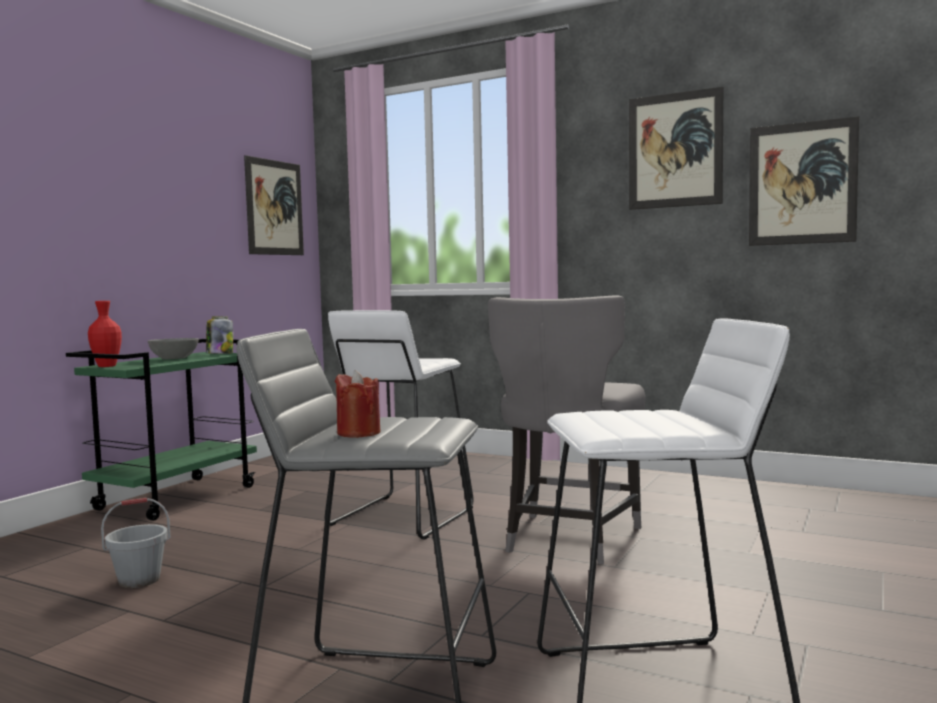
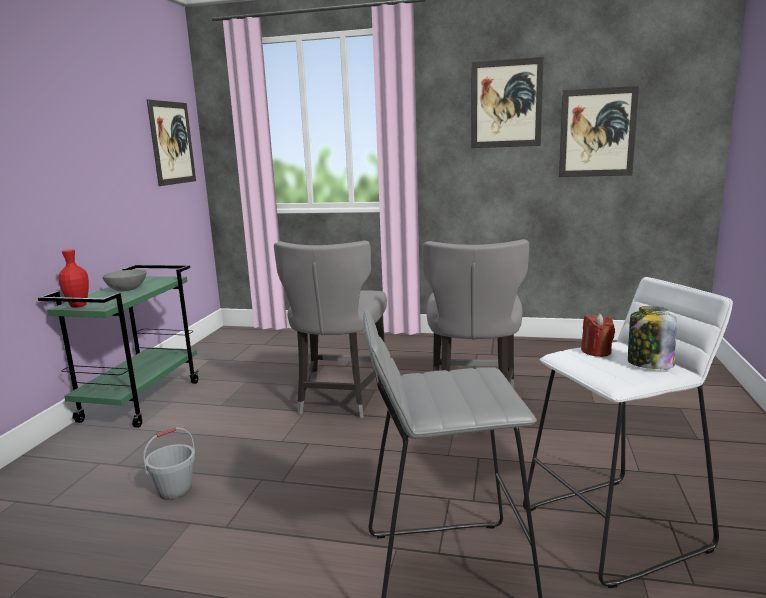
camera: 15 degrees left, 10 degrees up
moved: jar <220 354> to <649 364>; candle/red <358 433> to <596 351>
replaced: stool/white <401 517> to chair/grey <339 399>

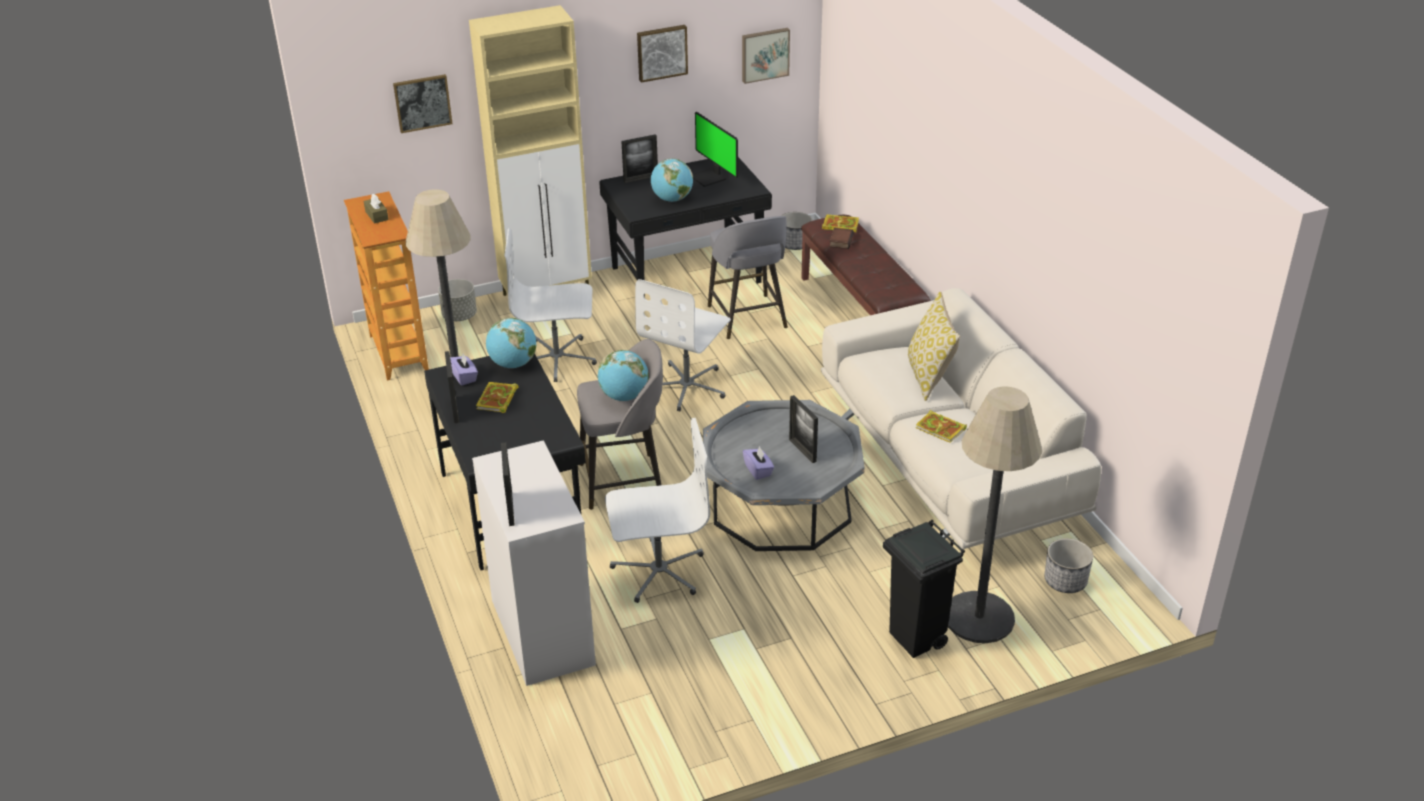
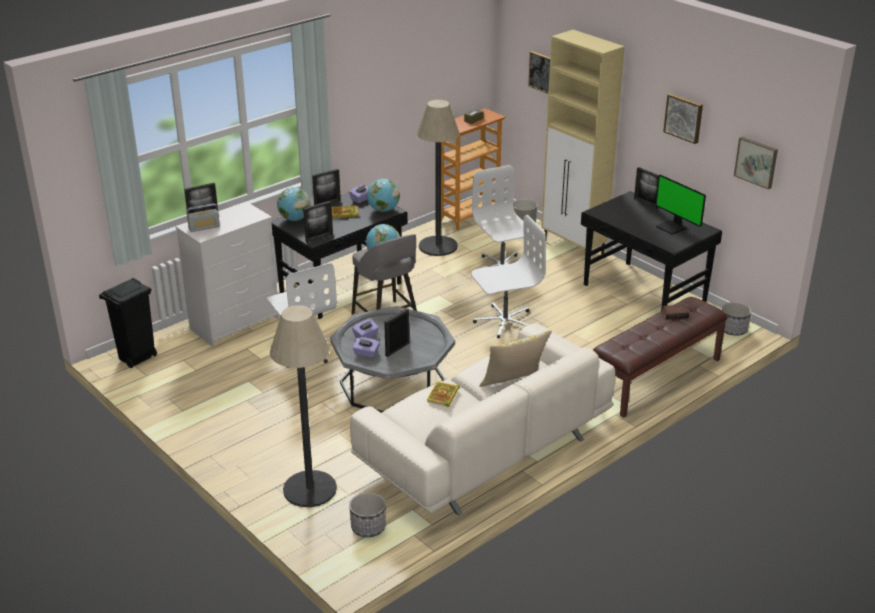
camera: 70 degrees right, 5 degrees down
removed: stool/grey <748 318>; book <839 225>
added: radio <204 227>; picture frame <319 238>; tissue box/purple <366 354>
moved: globe <672 199> to <294 219>; trash can/black <916 639> to <136 358>
turned: office chair/white <687 386> = <504 321> 150 degrees clockwise; monitor <710 177> = <672 227> 75 degrees counterclockwise

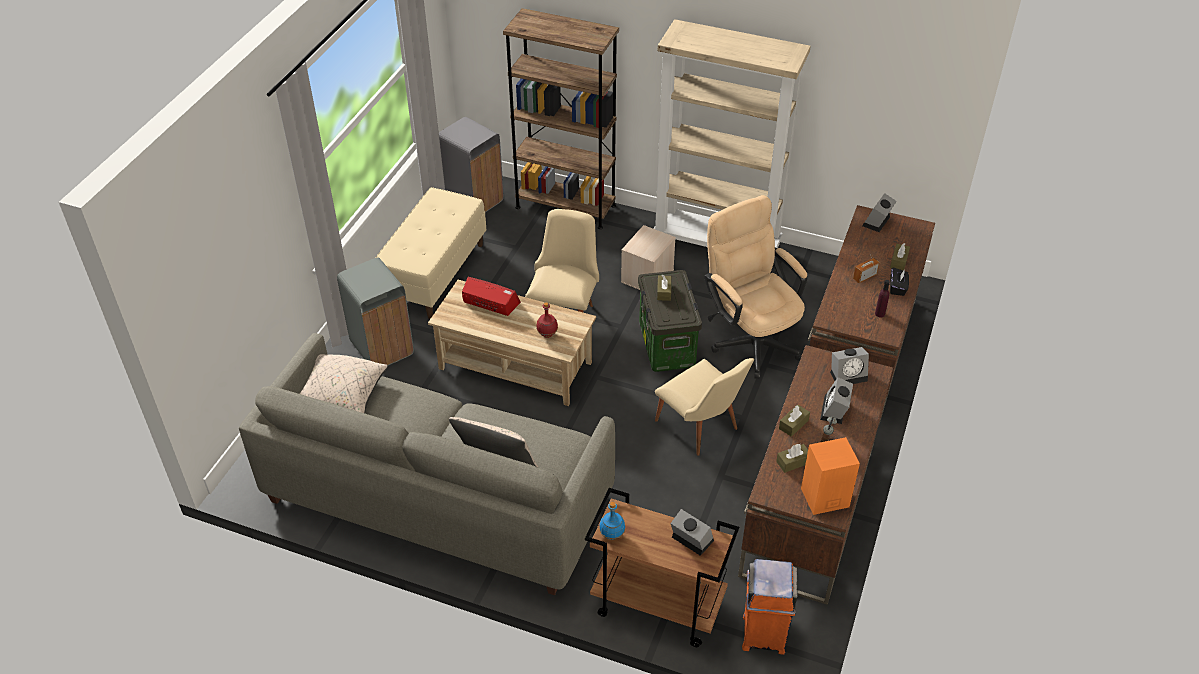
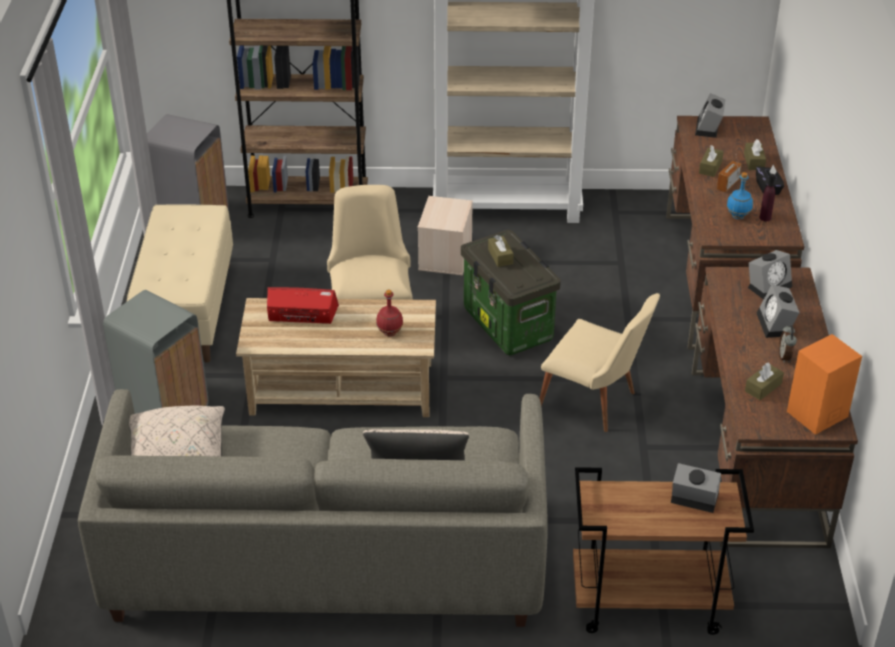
camera: 20 degrees left, 5 degrees down
removed: office chair/beige <750 338>; trash can/orange <764 633>
moved: bottle/blue <612 535> to <738 216>; tissue box/brown <793 424> to <710 167>

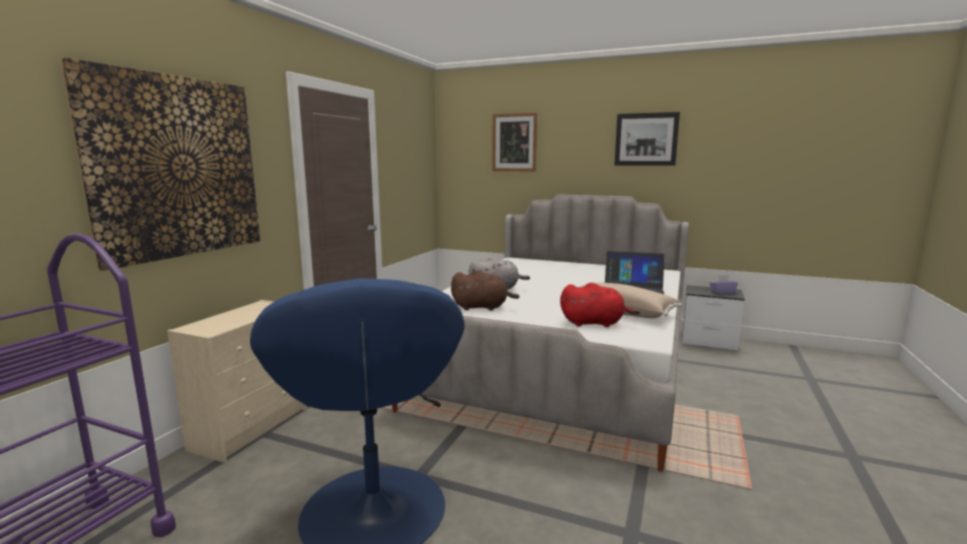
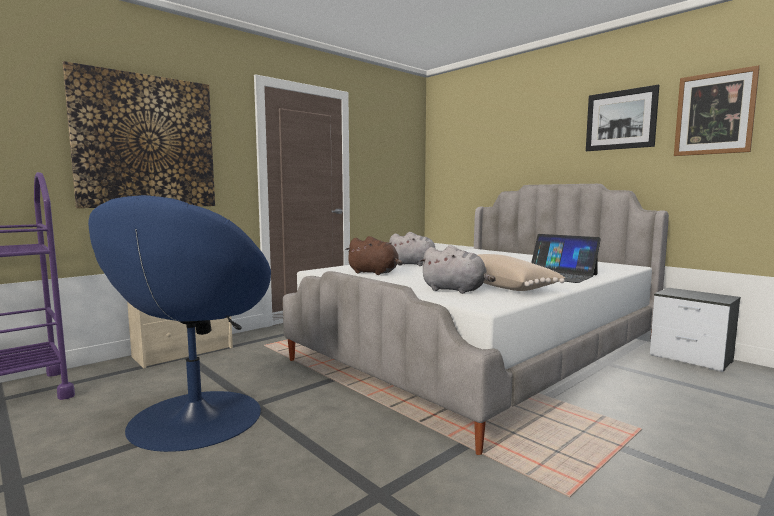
camera: 25 degrees right, 5 degrees down
removed: tissue box/purple <722 292>
moved: picture <514 142> to <714 113>
recoloured: plush toy/red <594 323> to plush toy/grey <456 290>

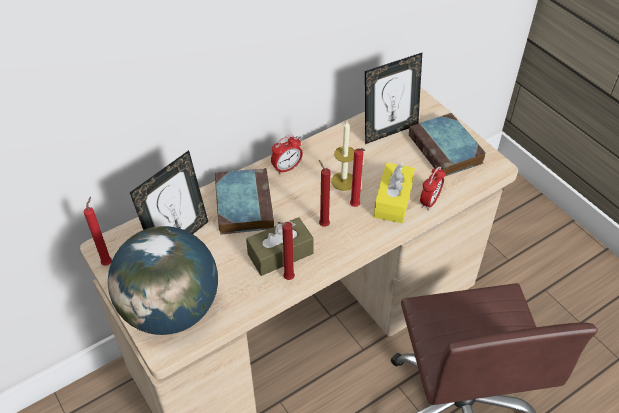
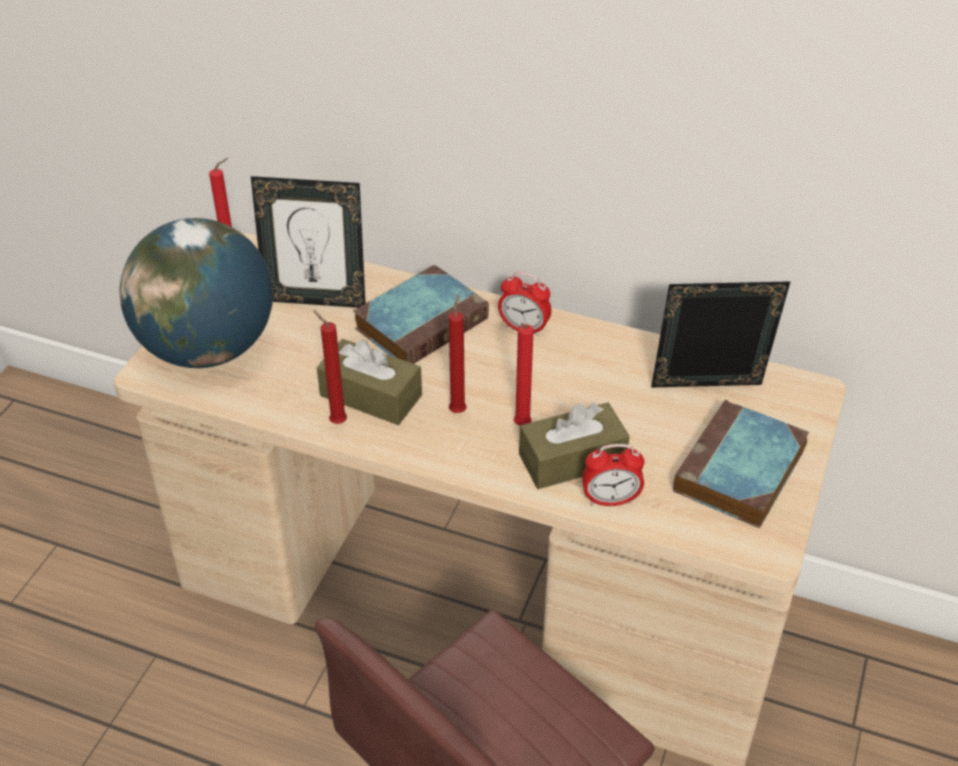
camera: 55 degrees right, 5 degrees down
removed: candle <343 181>
recoloured: tissue box/yellow <393 200> to tissue box/brown <572 459>
turned: picture frame <389 131> = <707 392> 150 degrees clockwise

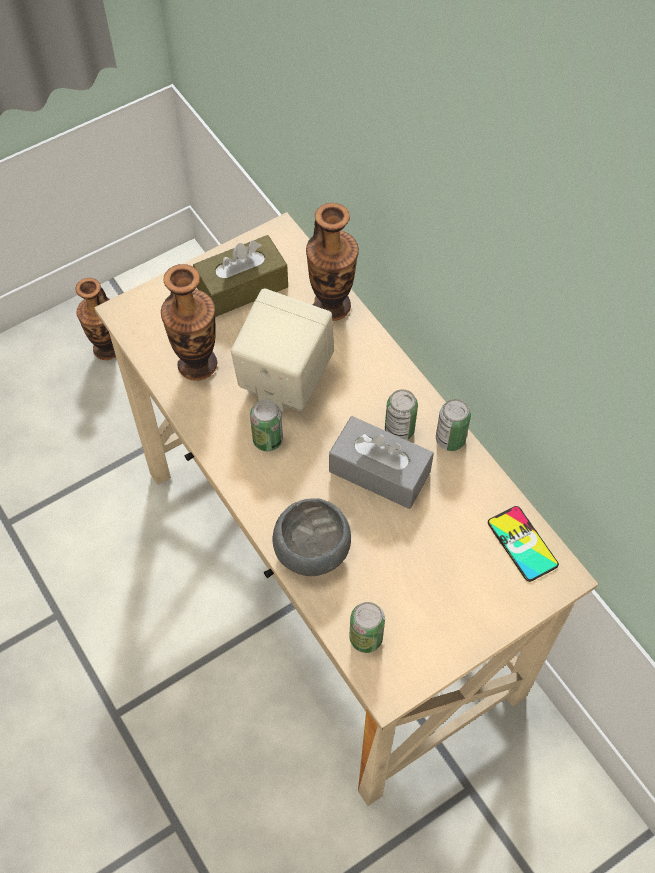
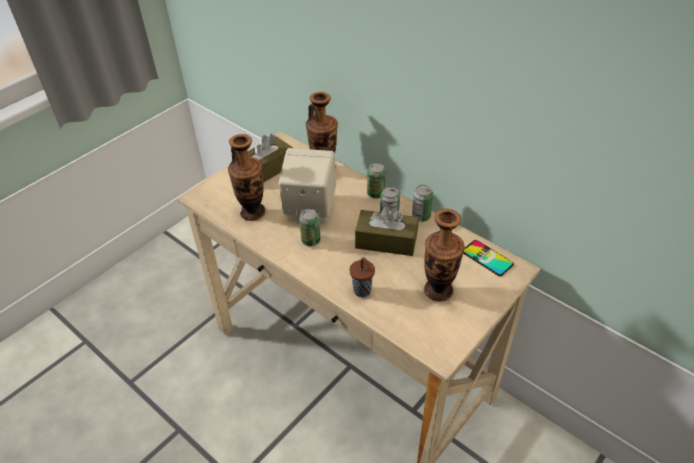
camera: 15 degrees left, 15 degrees down
moved: vase <107 349> to <438 291>; can <366 638> to <376 194>
replaced: bowl/grey <314 551> to cup/brown <363 291>
recoloured: tissue box/grey <379 471> to tissue box/brown <386 241>

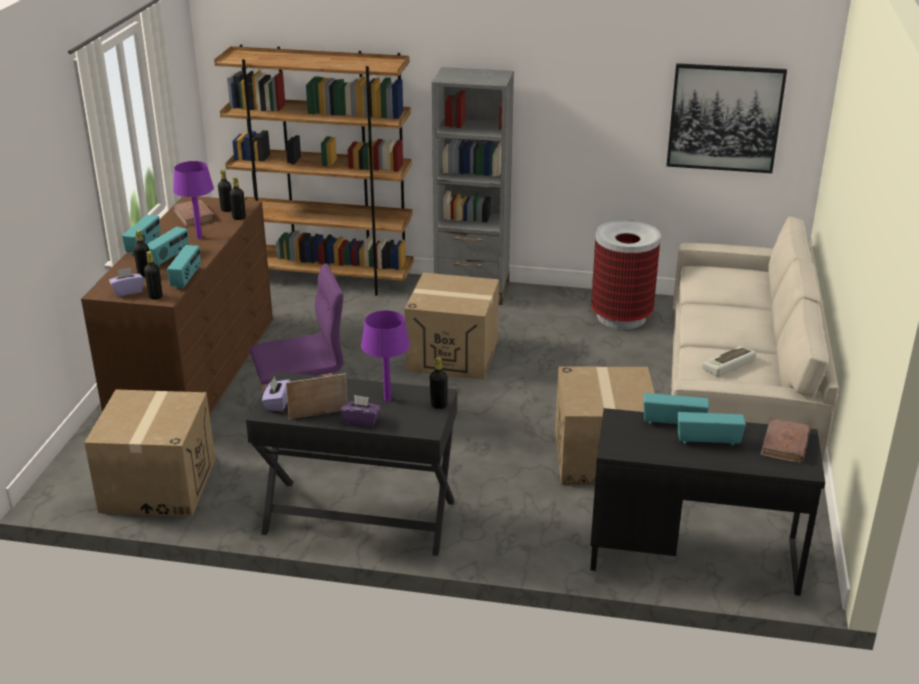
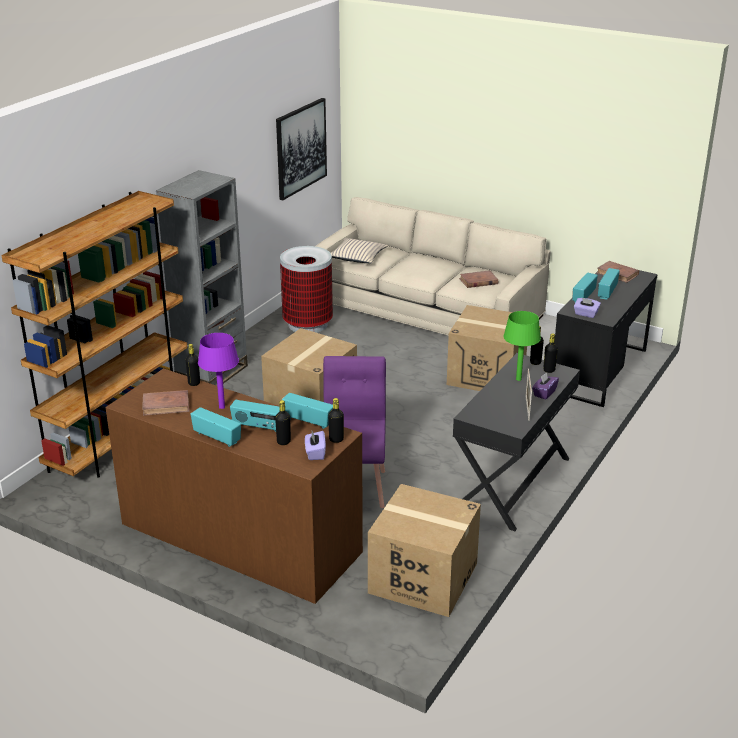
camera: 70 degrees left, 0 degrees up
added: pillow/beige <357 257>
moved: bottle/black <227 210> to <549 370>; tissue box/purple <277 403> to <586 314>
replaced: keyboard <729 365> to book/brown <478 281>
recoloured: table lamp/purple <387 399> to table lamp/green <519 379>
turned: radio <168 258> = <258 427> 150 degrees clockwise

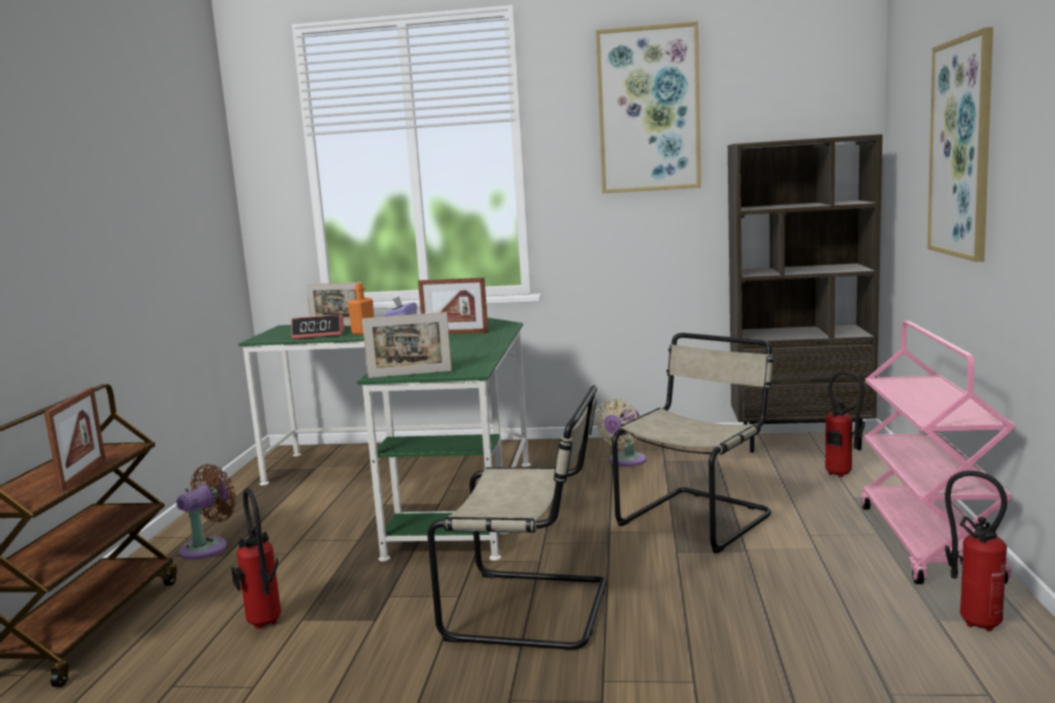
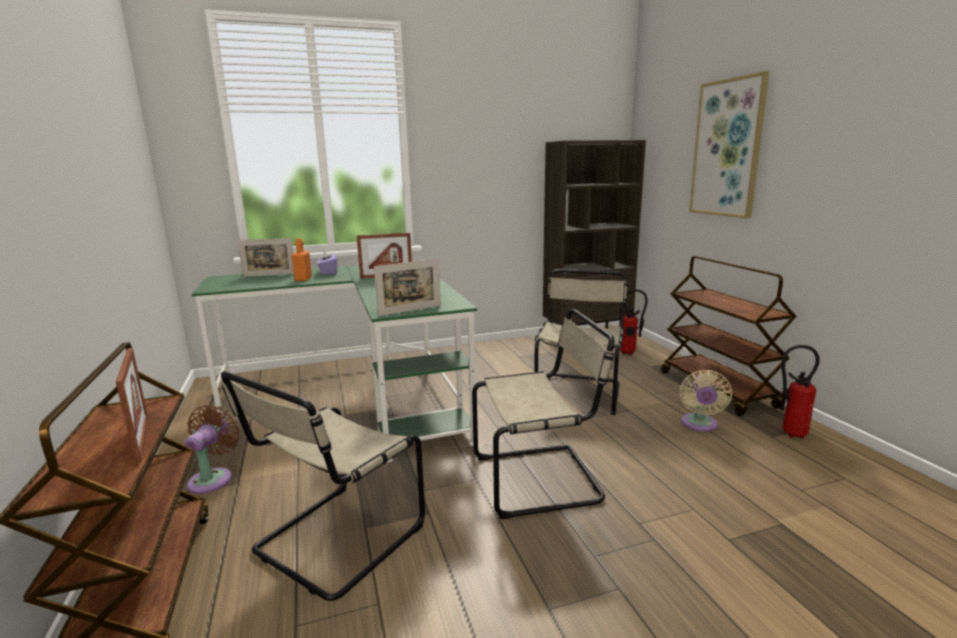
camera: 25 degrees left, 5 degrees up
removed: alarm clock <319 334>; picture <648 110>
moved: fan/beige <625 461> to <699 425>
replaced: fire extinguisher <264 625> to chair/beige <335 541>
recoloured: cart/pink <928 543> to cart/brown <717 389>

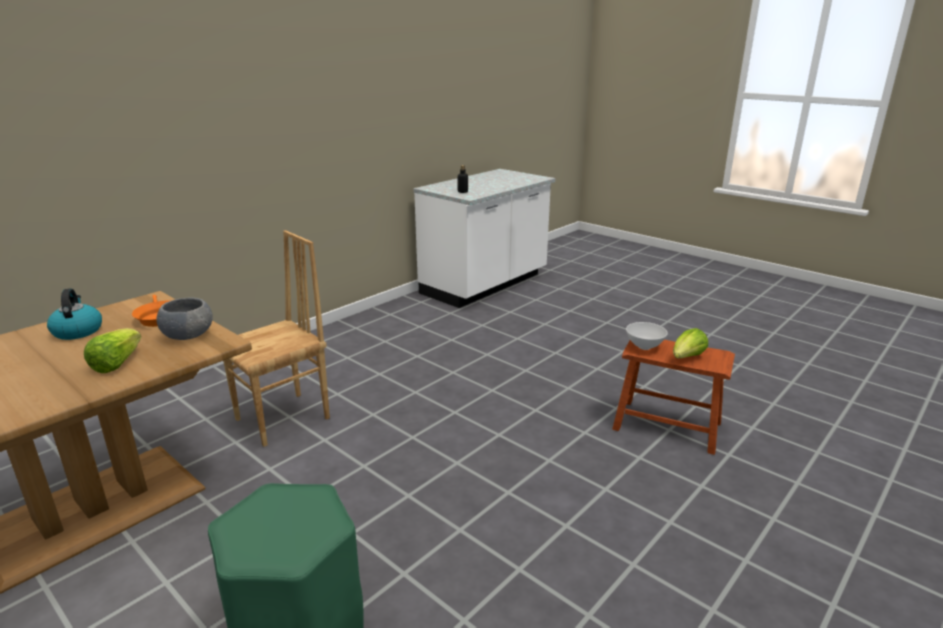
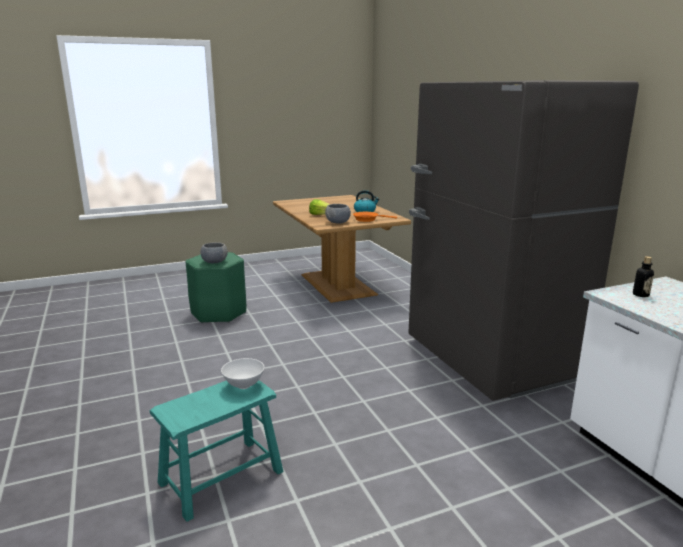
camera: 115 degrees right, 5 degrees down
removed: chair/brown <284 419>; lettuce <686 358>
added: bowl/grey <214 262>; fridge/grey <490 360>
recoloured: stool/brown <667 425> to stool/turquoise <221 477>

